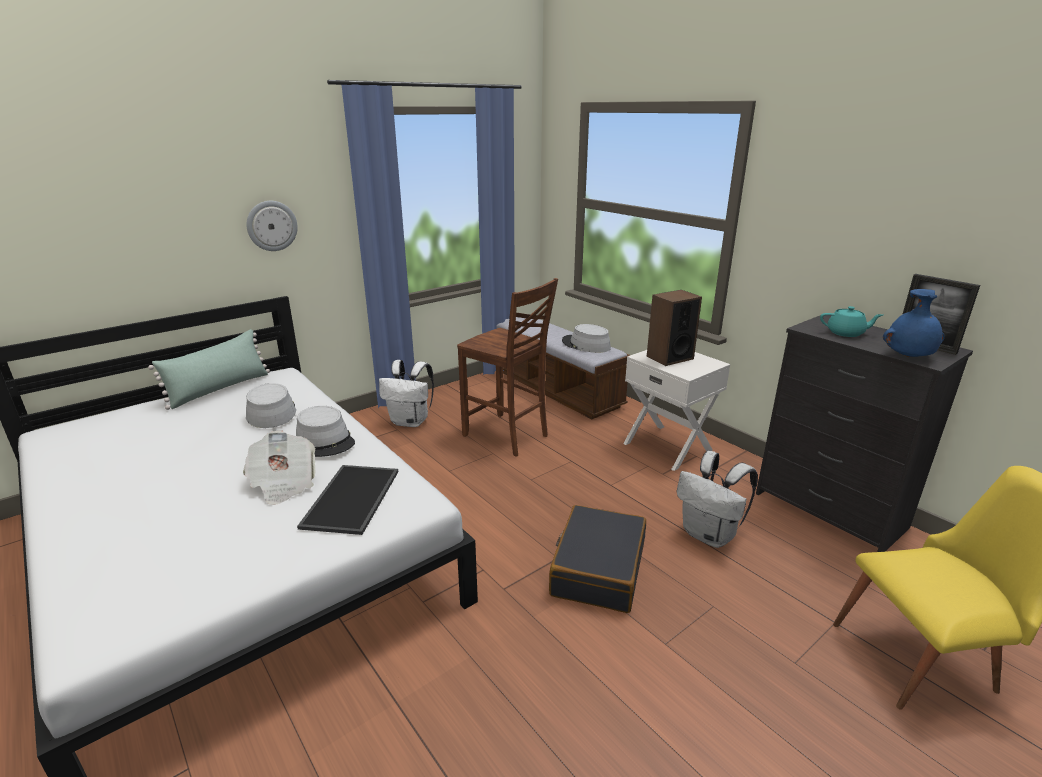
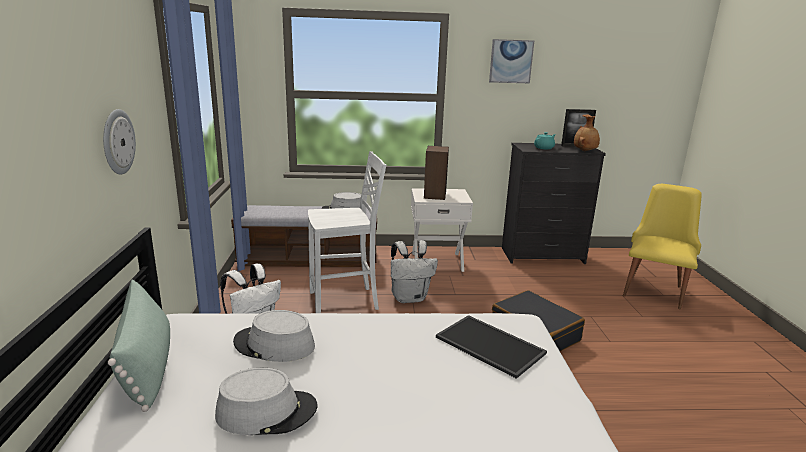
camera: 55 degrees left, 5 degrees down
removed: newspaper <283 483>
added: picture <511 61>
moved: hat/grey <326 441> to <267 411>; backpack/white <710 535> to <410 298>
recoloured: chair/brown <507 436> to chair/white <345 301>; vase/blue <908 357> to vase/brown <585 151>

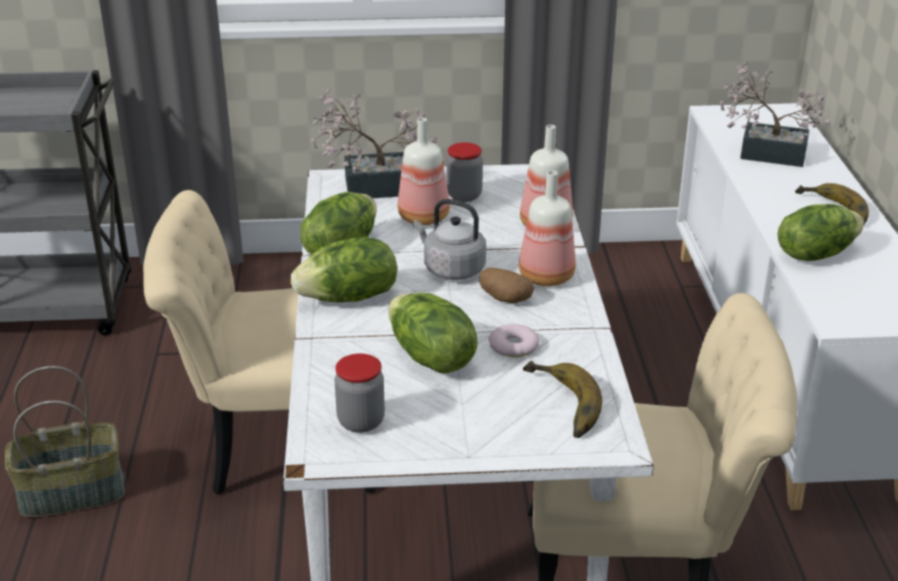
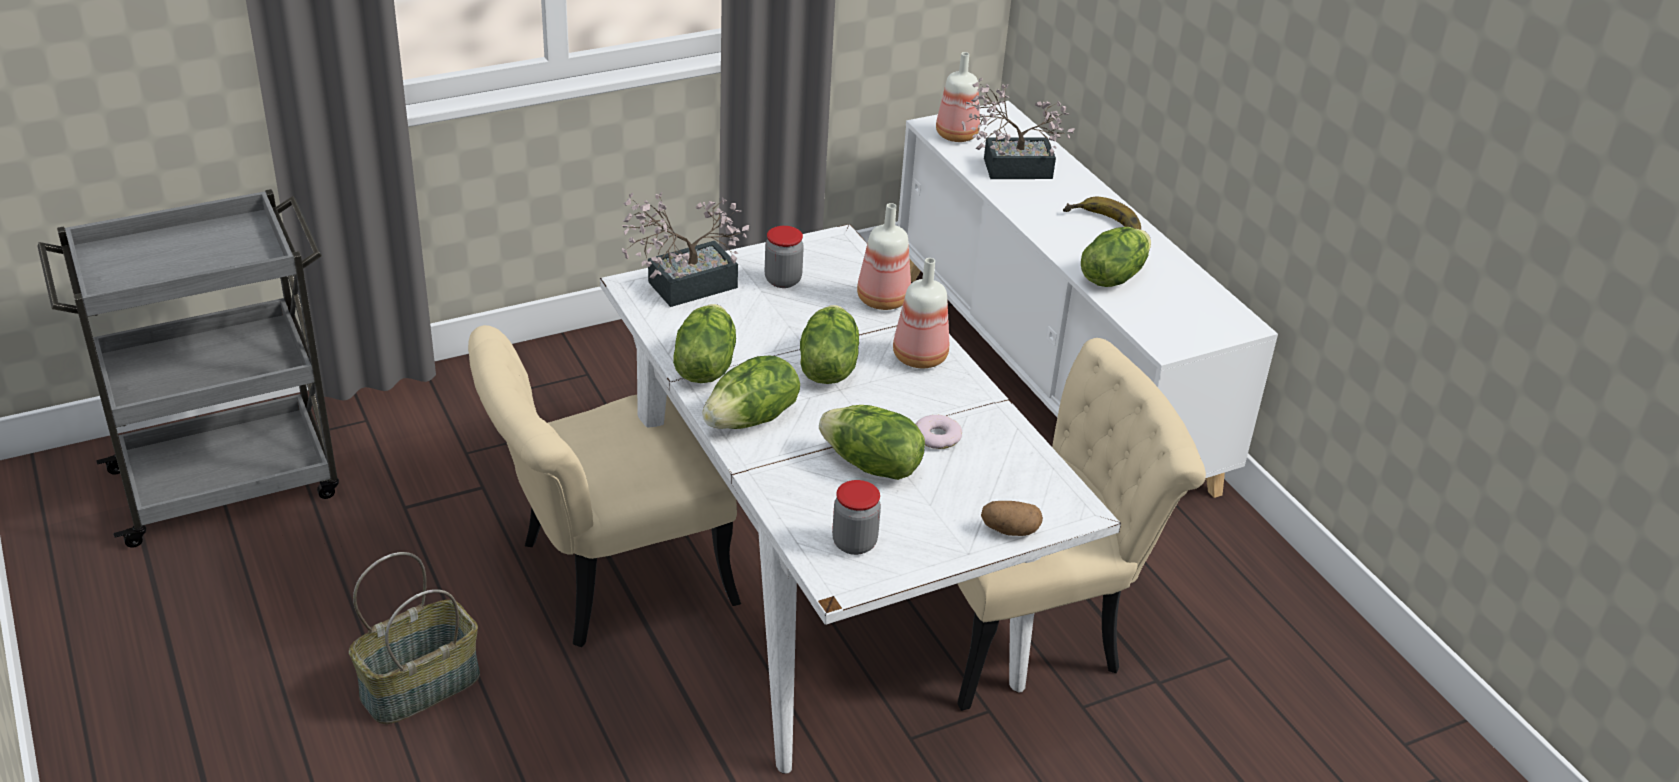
camera: 25 degrees left, 5 degrees up
removed: banana <558 405>
moved: bottle <424 216> to <956 134>; potato <504 298> to <1009 530>
replaced: kettle/grey <451 269> to lettuce <827 367>

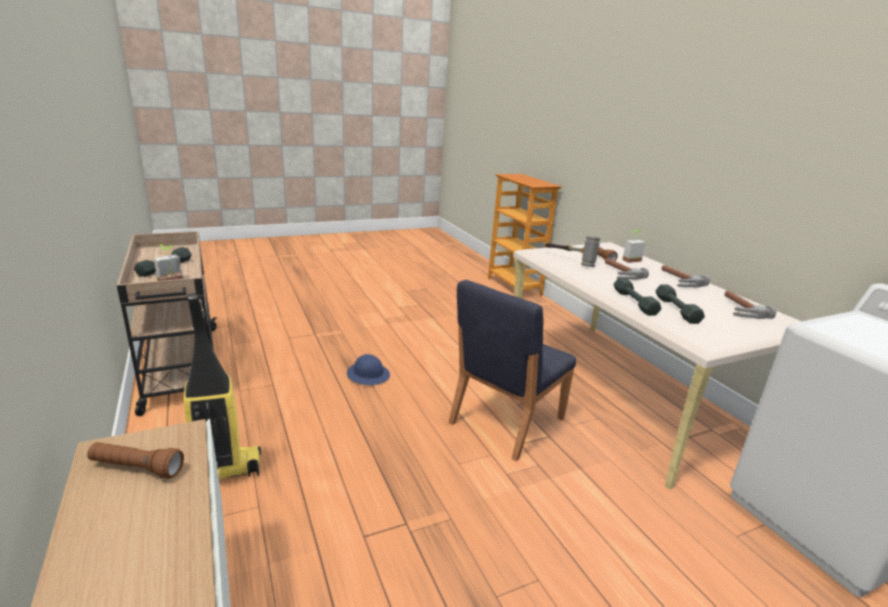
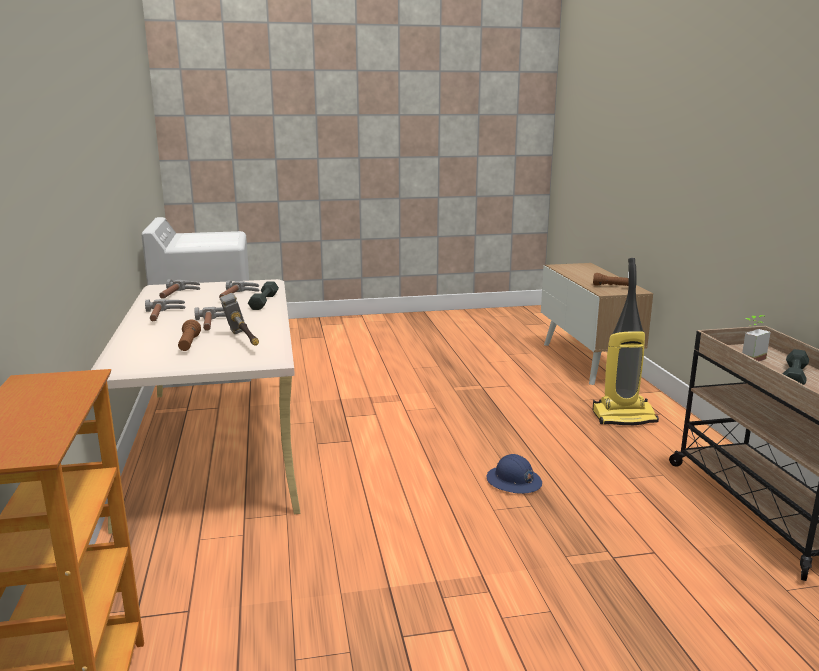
camera: 165 degrees left, 5 degrees down
removed: chair/blue <505 421>; potted plant <629 259>
replaced: dumbbell/grey <676 309> to hammer <237 296>

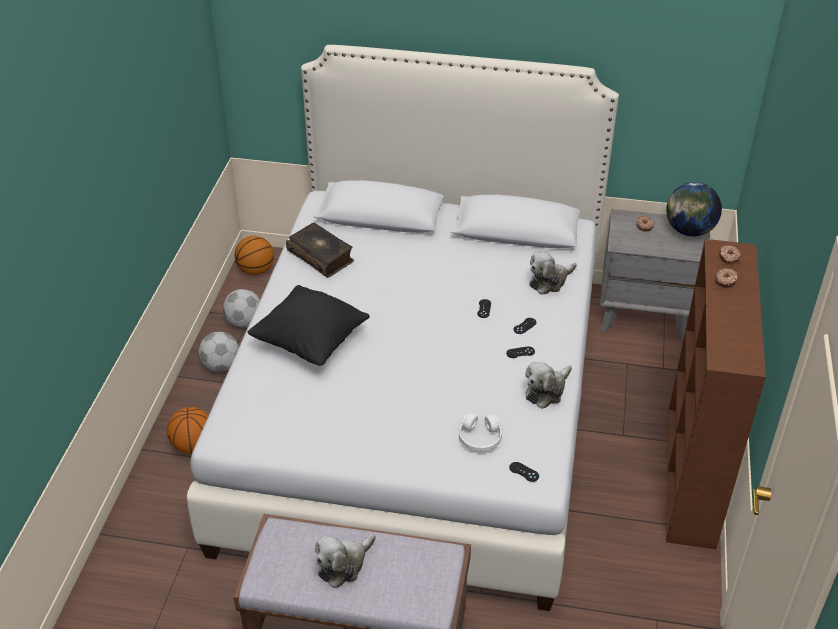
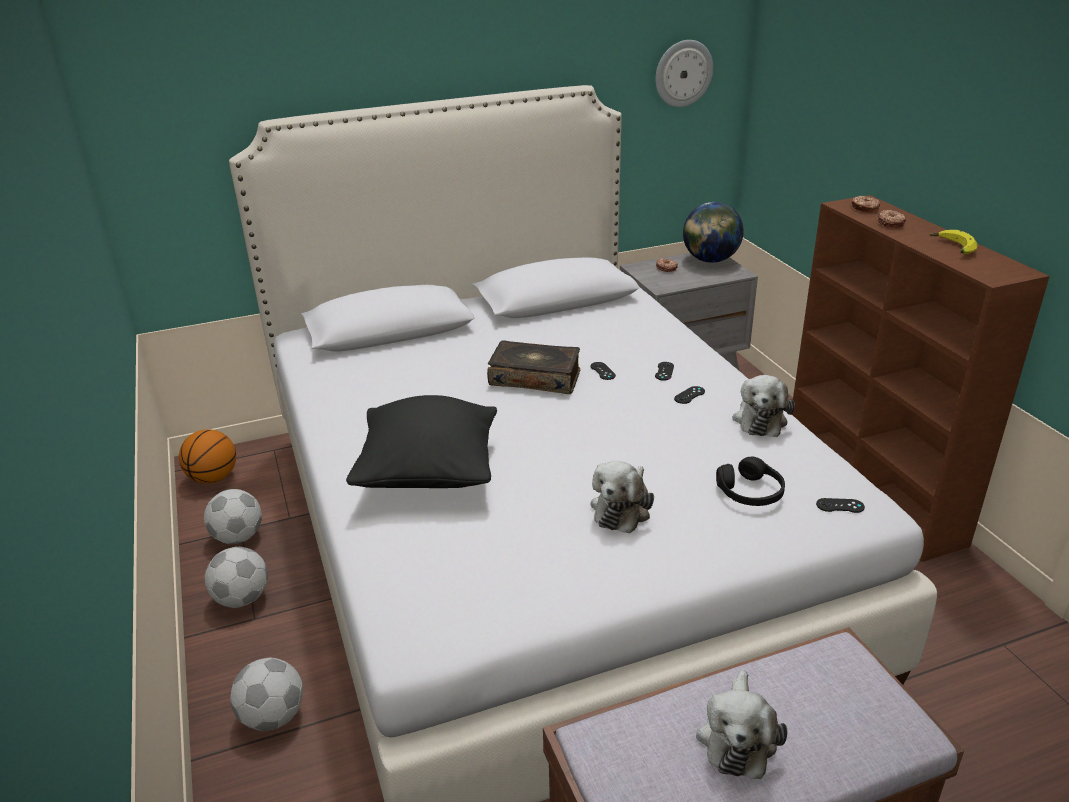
camera: 30 degrees left, 10 degrees down
added: wall clock <683 73>; banana <952 248>
moved: book <321 256> to <535 377>; plush toy <549 281> to <622 508>
replaced: basketball <193 446> to football <274 717>
recoloured: headphones/white <480 438> to headphones/black <750 492>

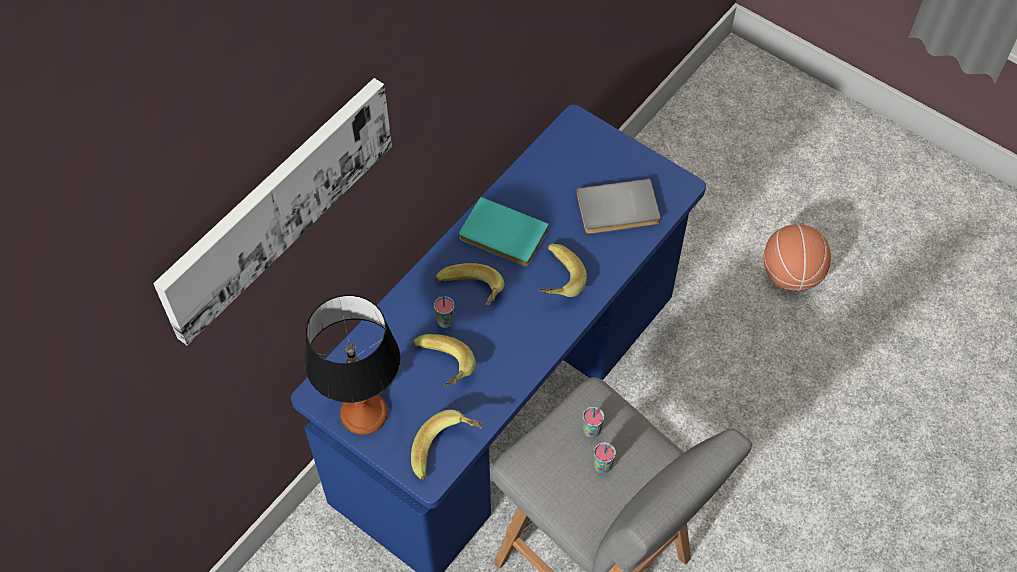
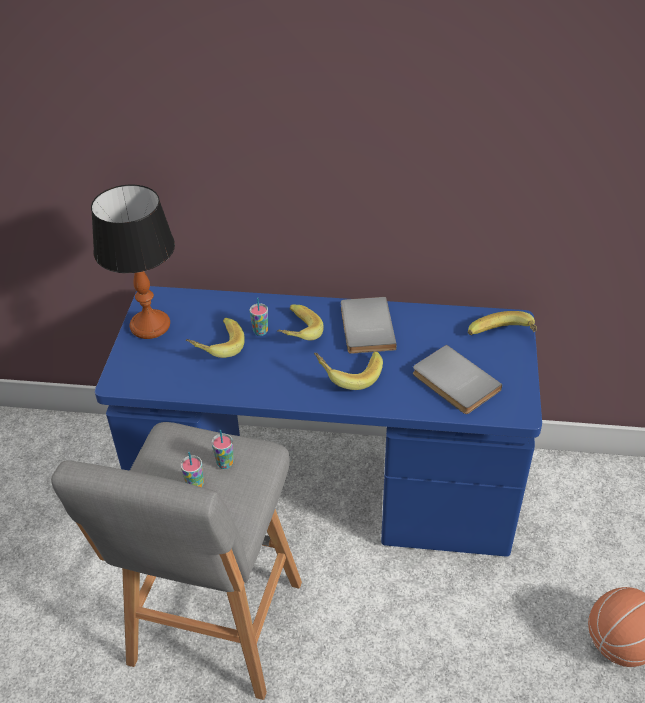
camera: 60 degrees right, 15 degrees down
removed: picture <276 205>
moved: banana <447 451> to <503 340>
recoloured: book/turquoise <502 236> to book/grey <364 327>

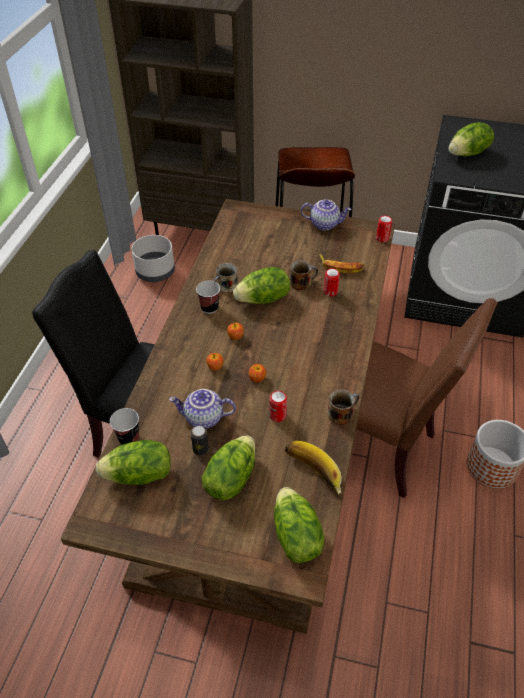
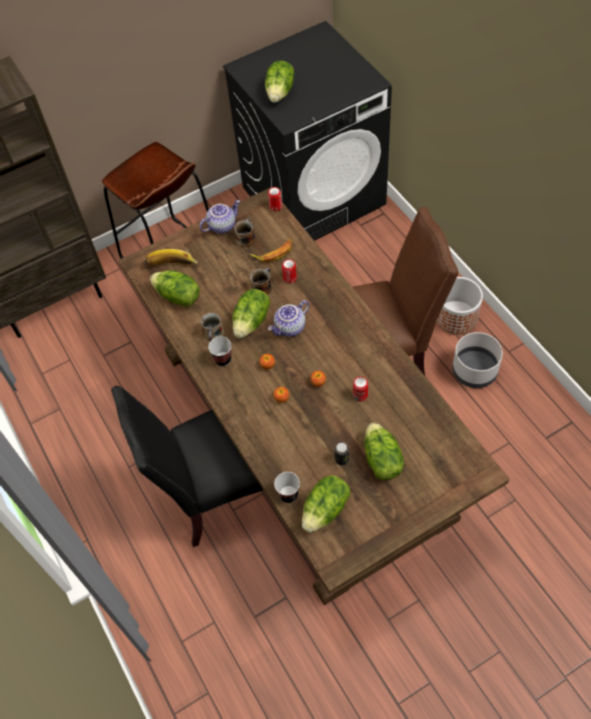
camera: 40 degrees left, 10 degrees up
moved: planter/grey <156 272> to <475 370>; teapot <203 418> to <290 328>; lettuce <295 536> to <178 297>; banana <312 474> to <171 267>; mug <341 413> to <246 238>

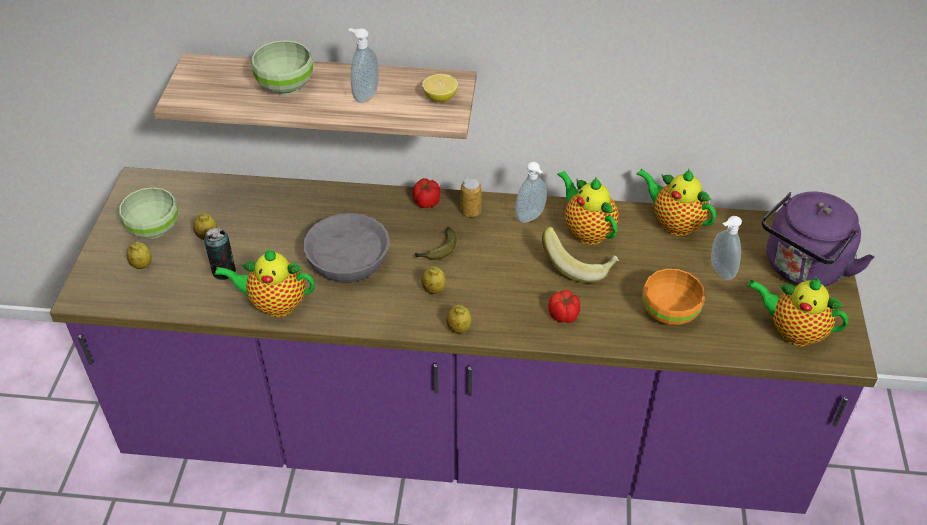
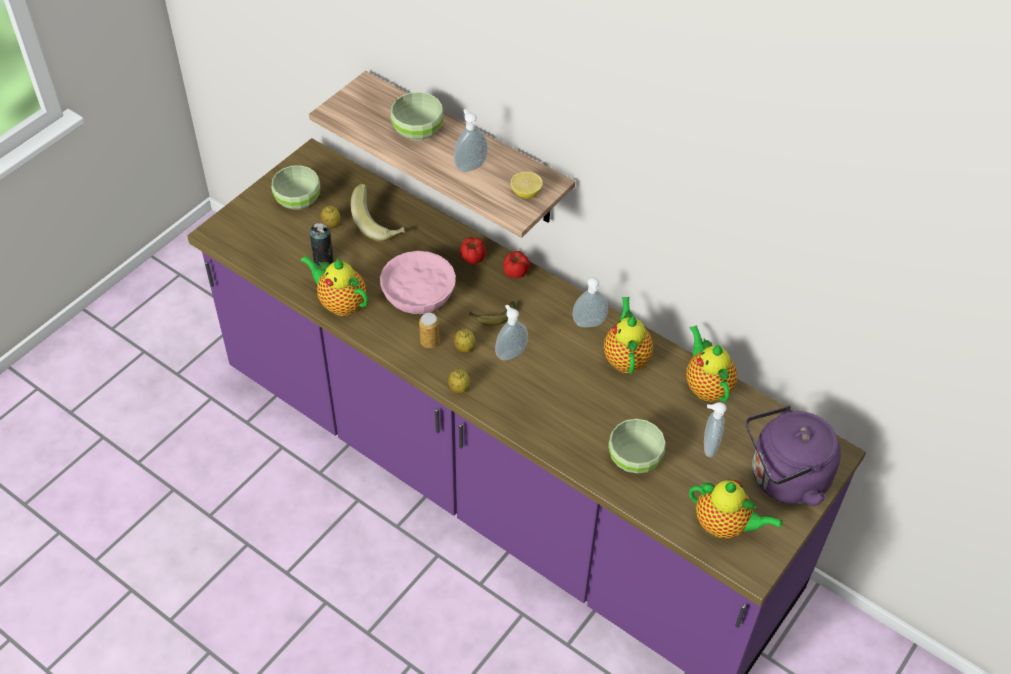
camera: 30 degrees right, 5 degrees up
removed: lemon <142 265>
added: soap dispenser <510 353>
moved: can <470 212> to <429 342>; banana <578 266> to <379 225>; tomato <564 316> to <473 258>
recoloured: bowl/grey <347 260> to bowl/pink <418 293>; bowl/orange <668 313> to bowl/green <633 459>
turned: teapot <792 331> = <724 526> 150 degrees clockwise

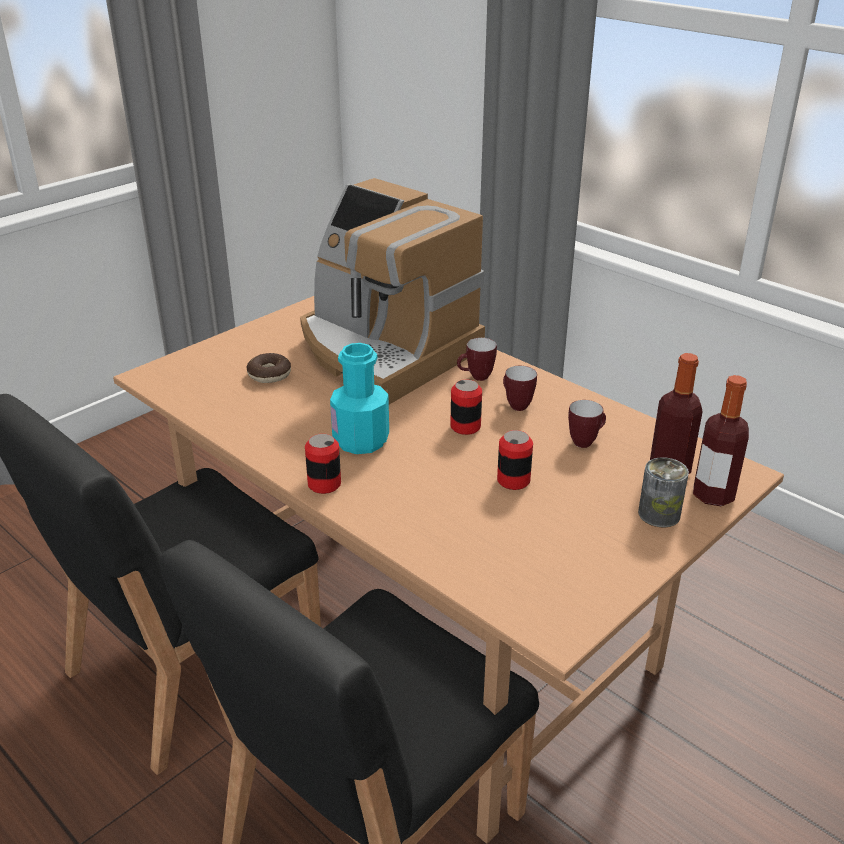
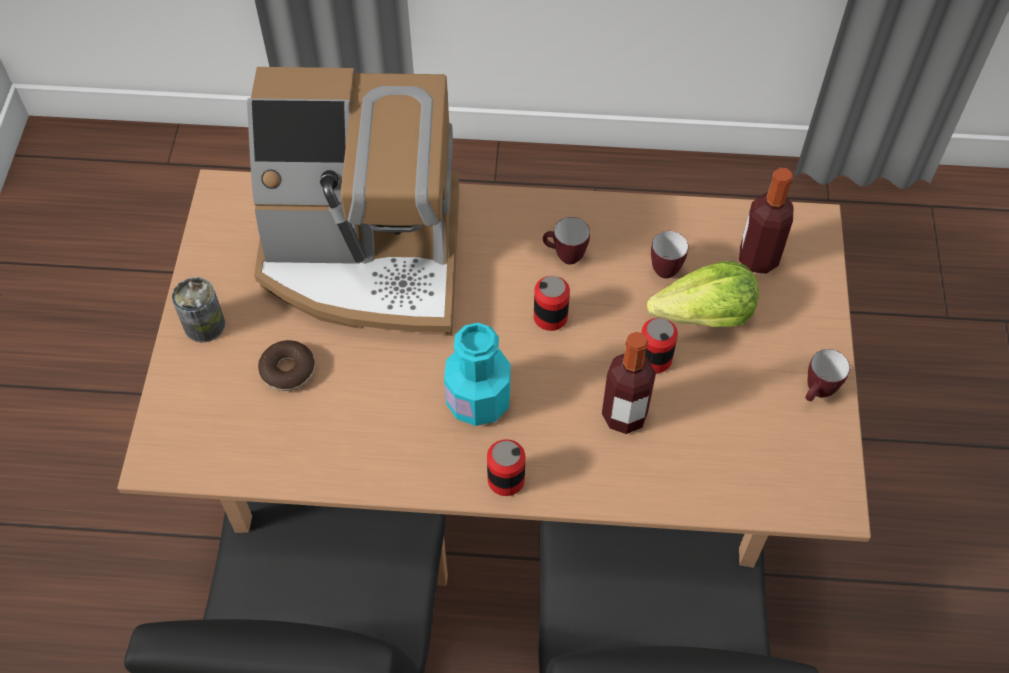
camera: 40 degrees left, 25 degrees up
added: lettuce <704 316>
moved: mug <476 377> to <817 393>; can <659 514> to <204 325>; bottle <713 495> to <624 415>

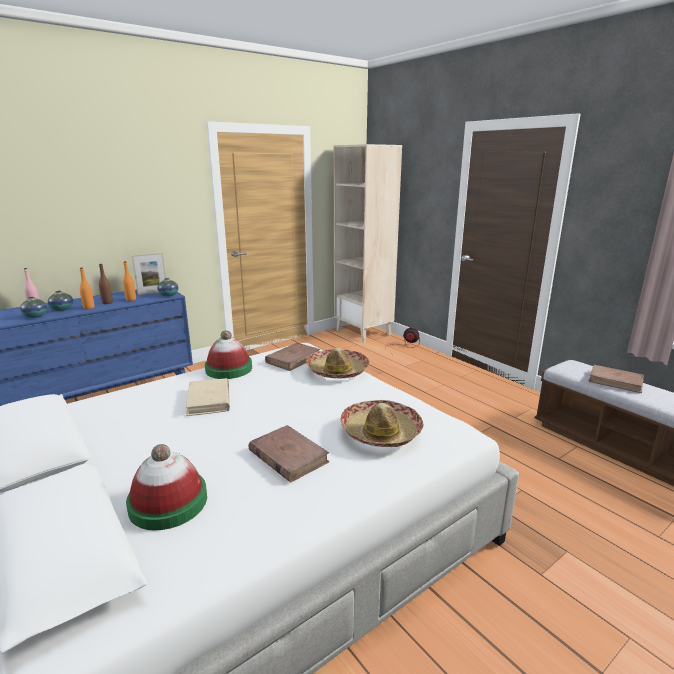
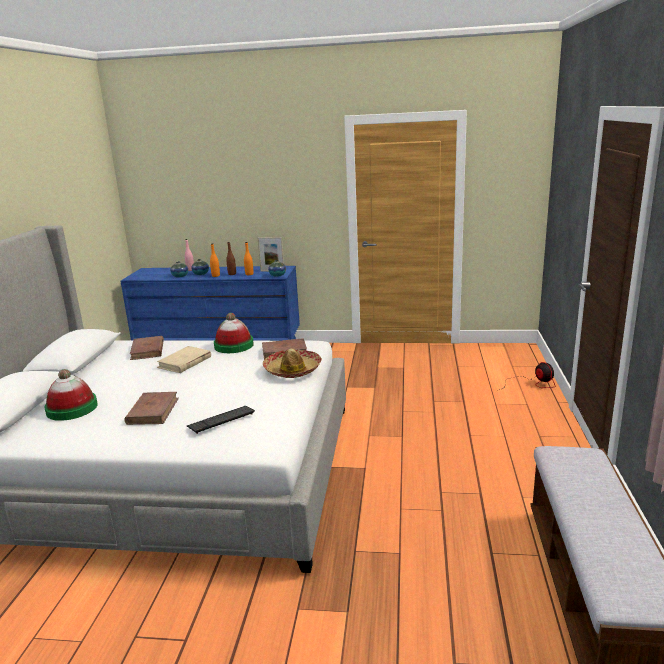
camera: 45 degrees right, 0 degrees up
removed: bookcase/beige <364 332>
moved: book/brown <615 381> to <147 350>
replaced: hat <380 432> to keyboard <221 420>

